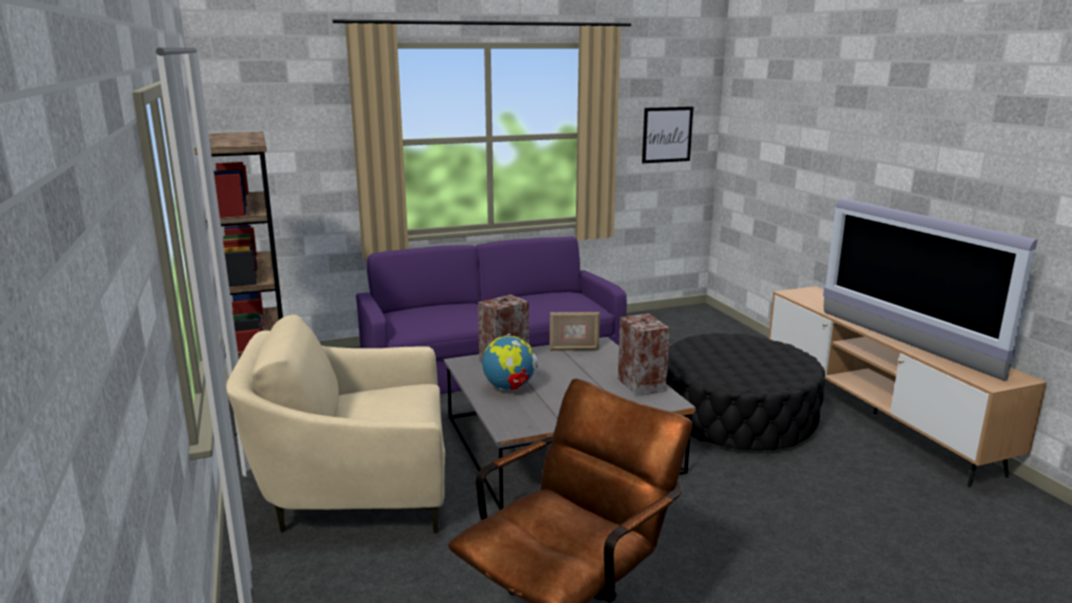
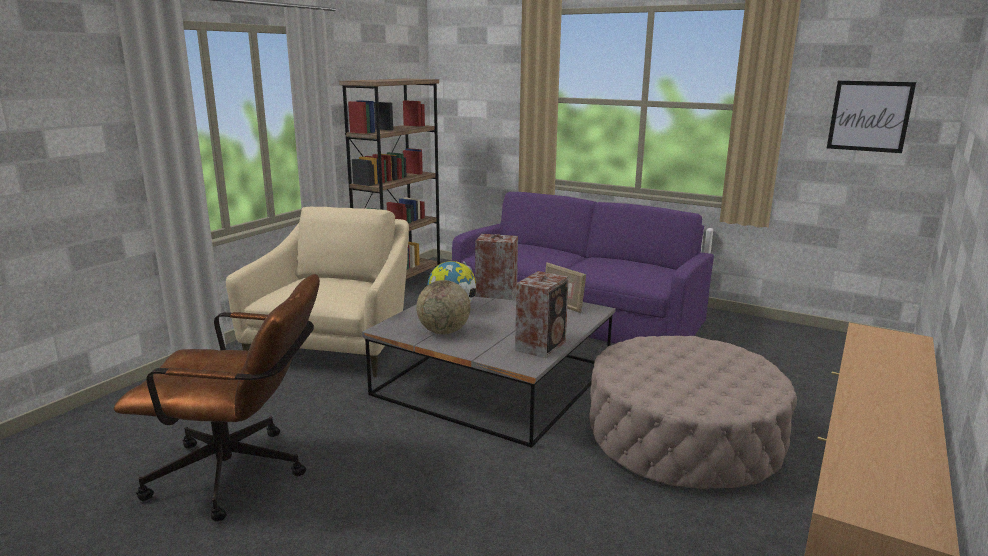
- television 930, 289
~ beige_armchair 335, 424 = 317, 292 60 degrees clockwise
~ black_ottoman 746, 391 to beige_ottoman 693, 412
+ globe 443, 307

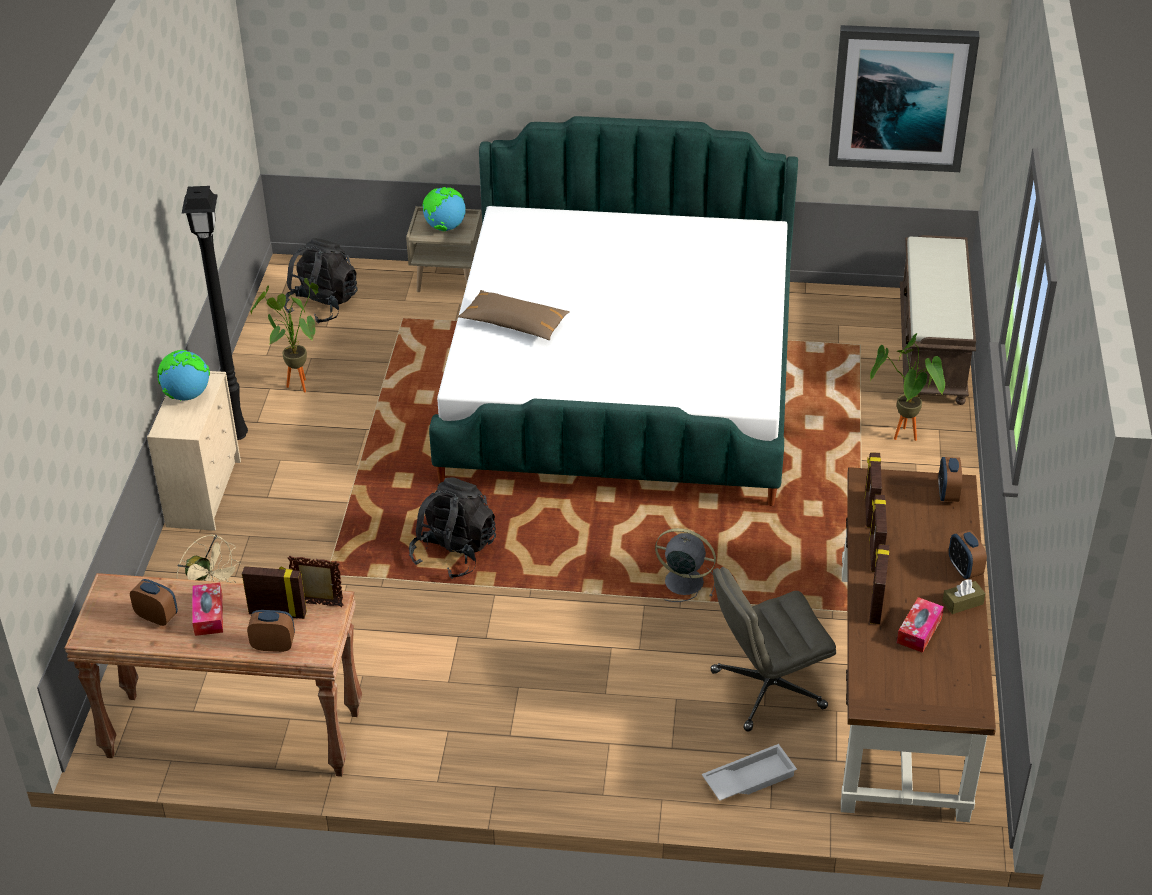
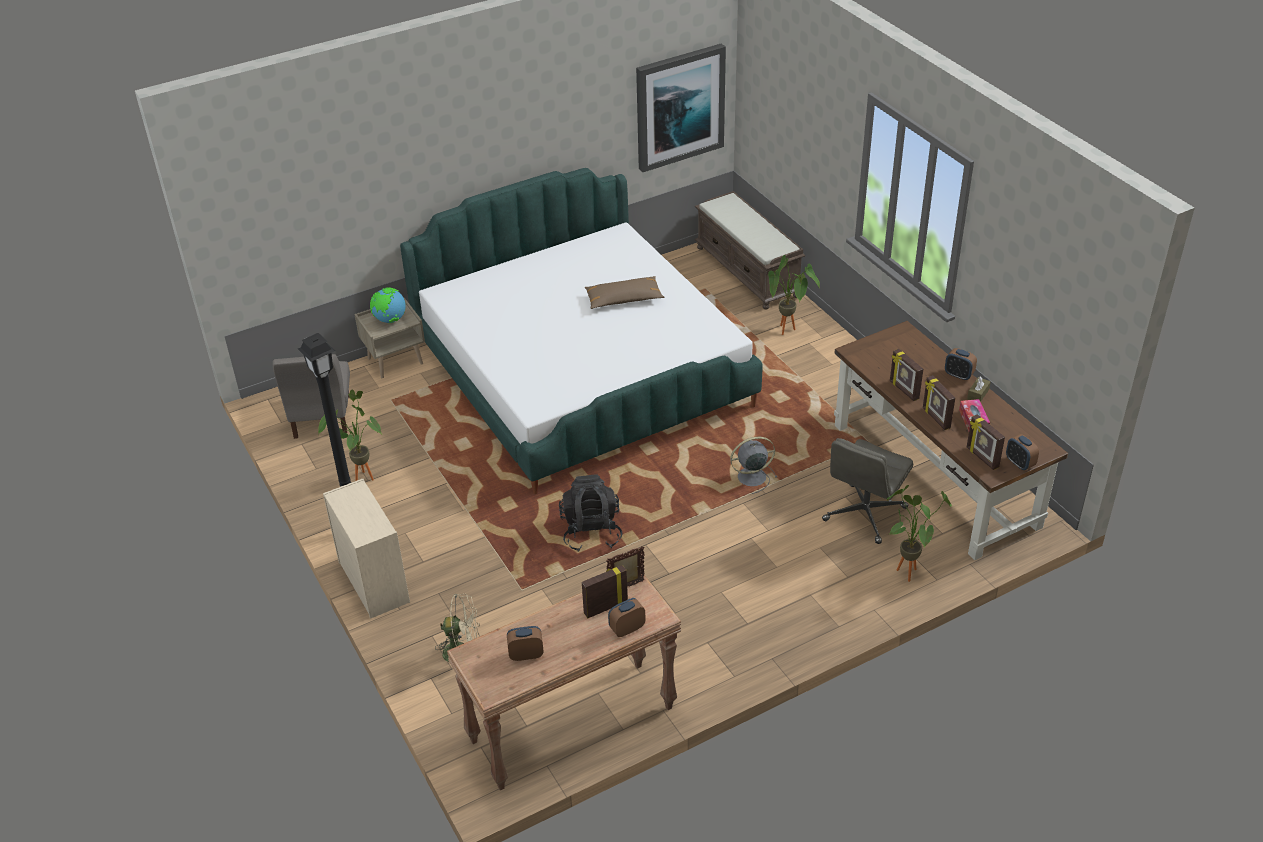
~ black_backpack 321, 281 to grey_chair 311, 396
~ brown_pillow 514, 315 to 624, 292
- globe 183, 375
~ picture_frame 873, 490 to 986, 442
~ alarm_clock 950, 479 to 1022, 452
- tissue_box 207, 609
~ white_tray 749, 772 to potted_plant 919, 533

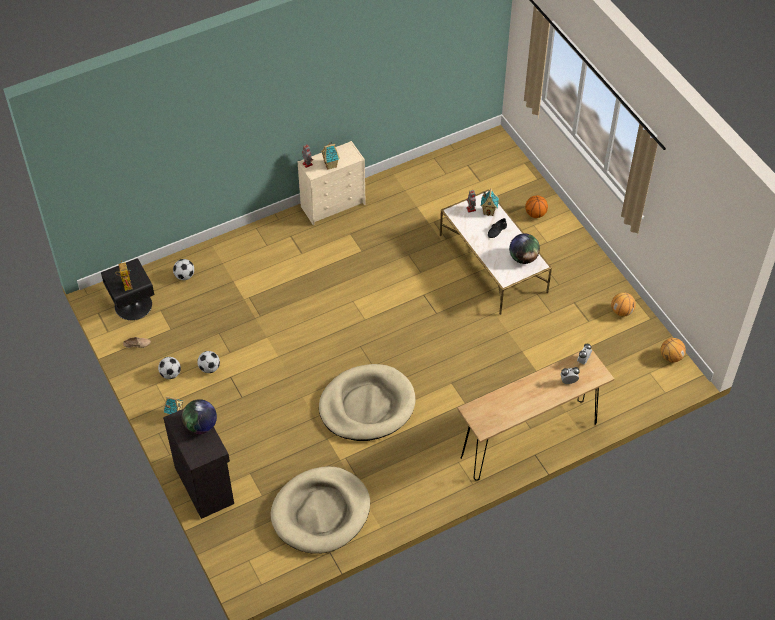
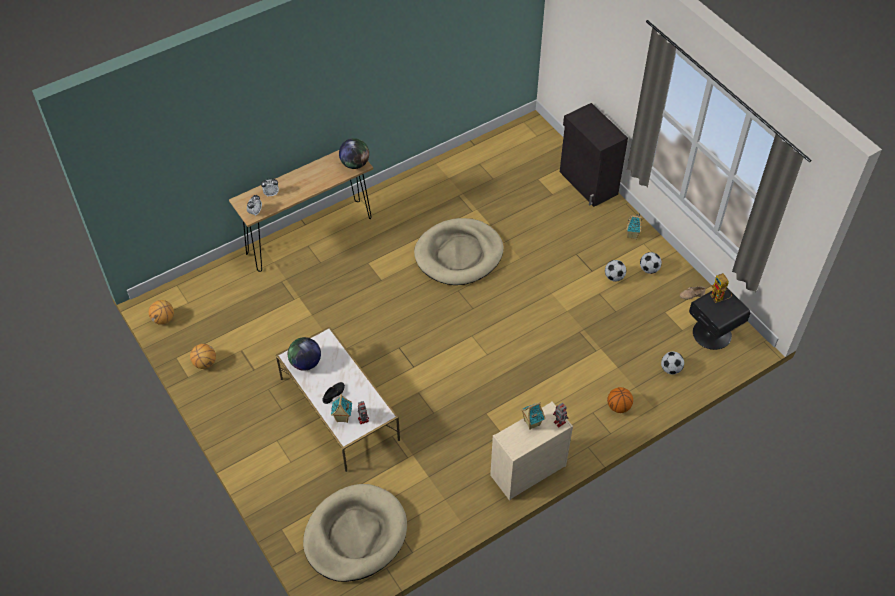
~ basketball 536, 206 to 620, 400
~ globe 199, 416 to 354, 153
~ beige_dog_bed 320, 510 to 355, 533

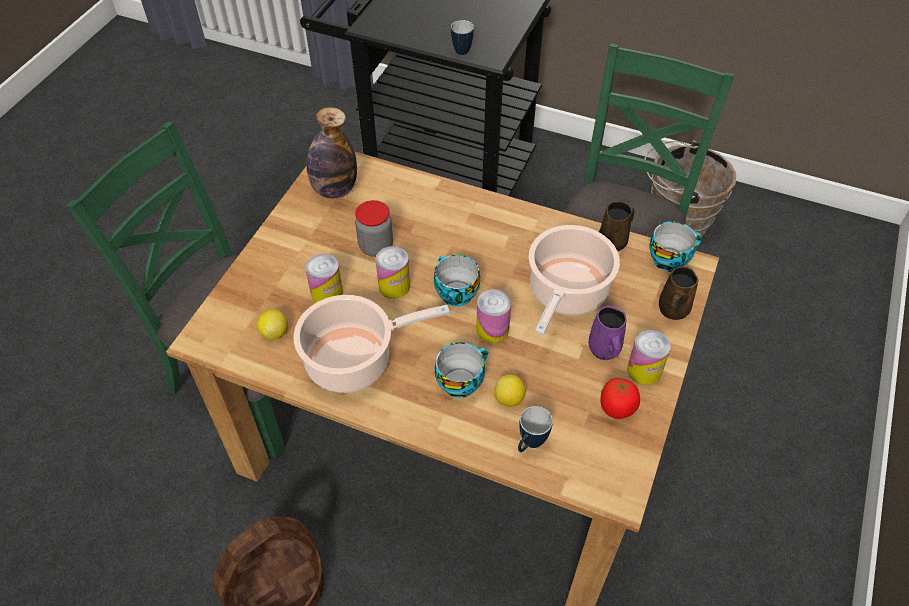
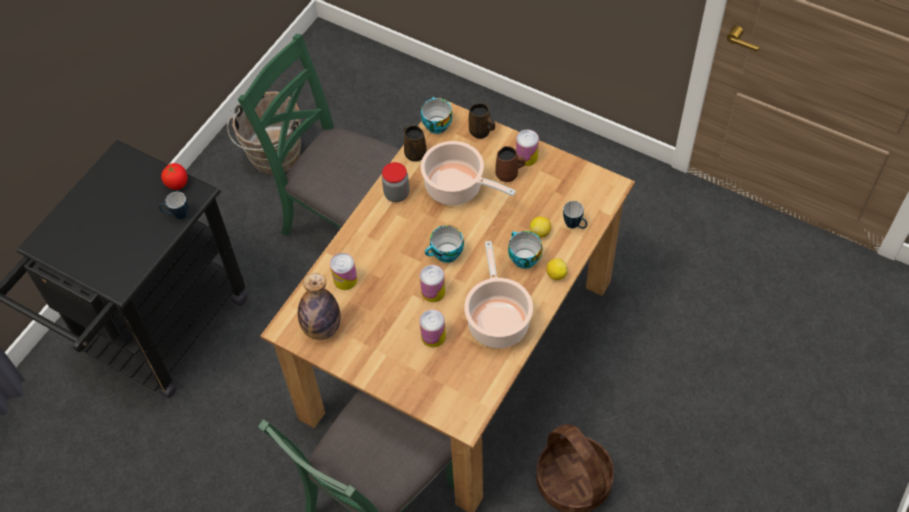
~ jar 374, 228 to 395, 182
~ can 493, 316 to 343, 271
~ purple_mug 607, 333 to brown_mug 510, 164
~ lemon 272, 324 to 557, 269
~ tomato 620, 398 to 174, 176

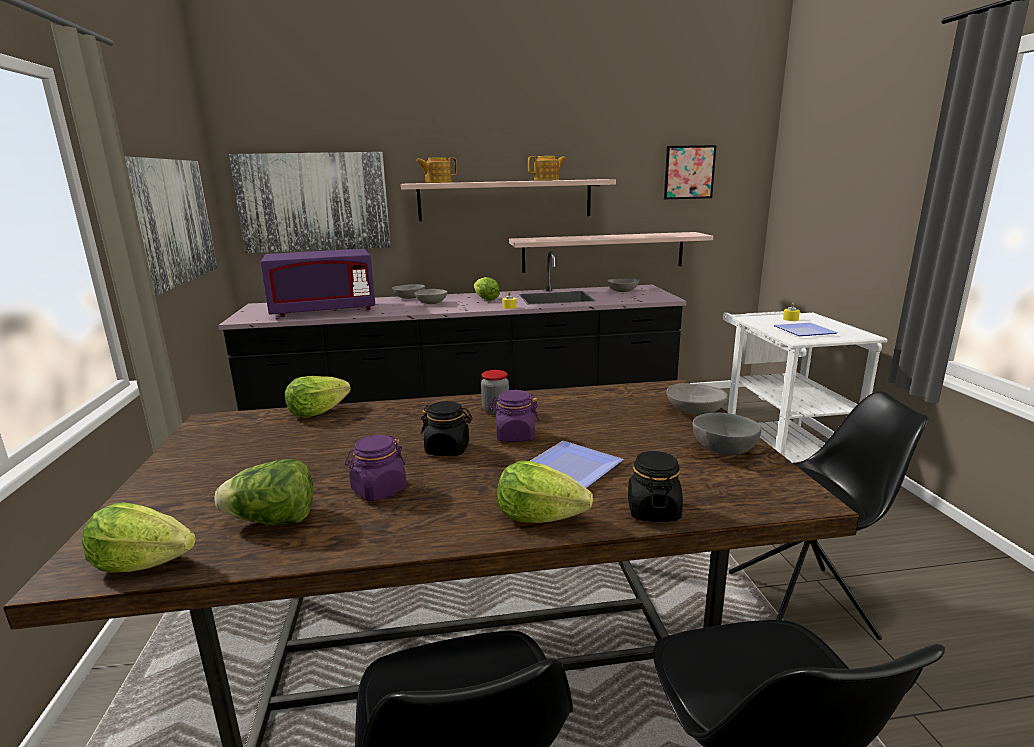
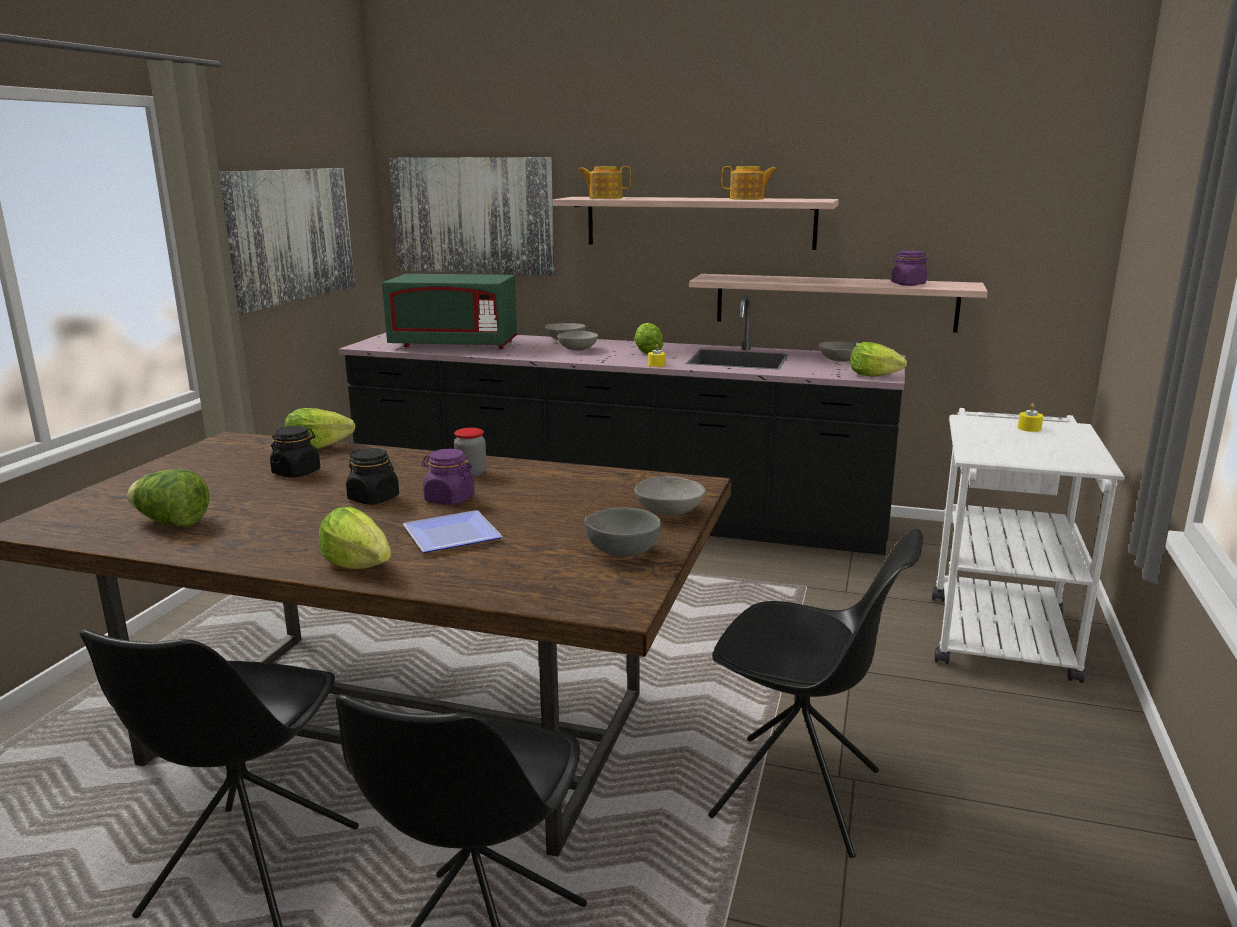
- picture 690, 172
~ purple_microwave 317, 283 to green_microwave 450, 311
- plate 806, 329
~ purple_jar 375, 468 to 909, 268
~ black_jar 655, 486 to 295, 452
~ lettuce 139, 537 to 878, 359

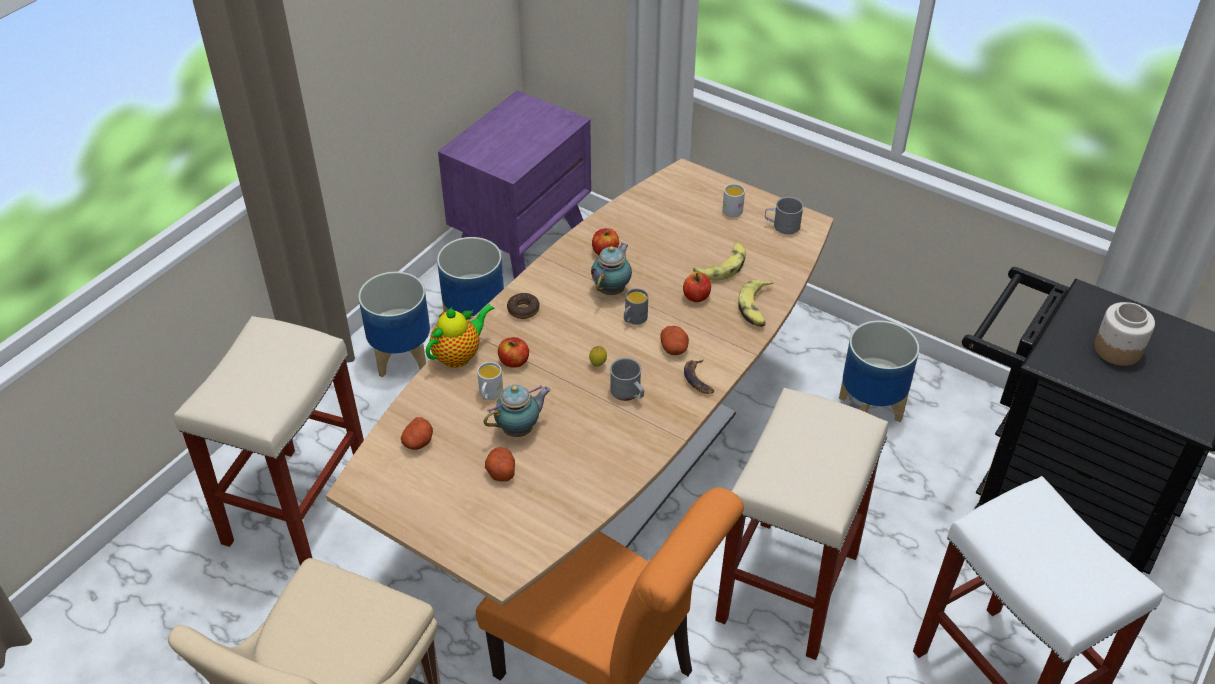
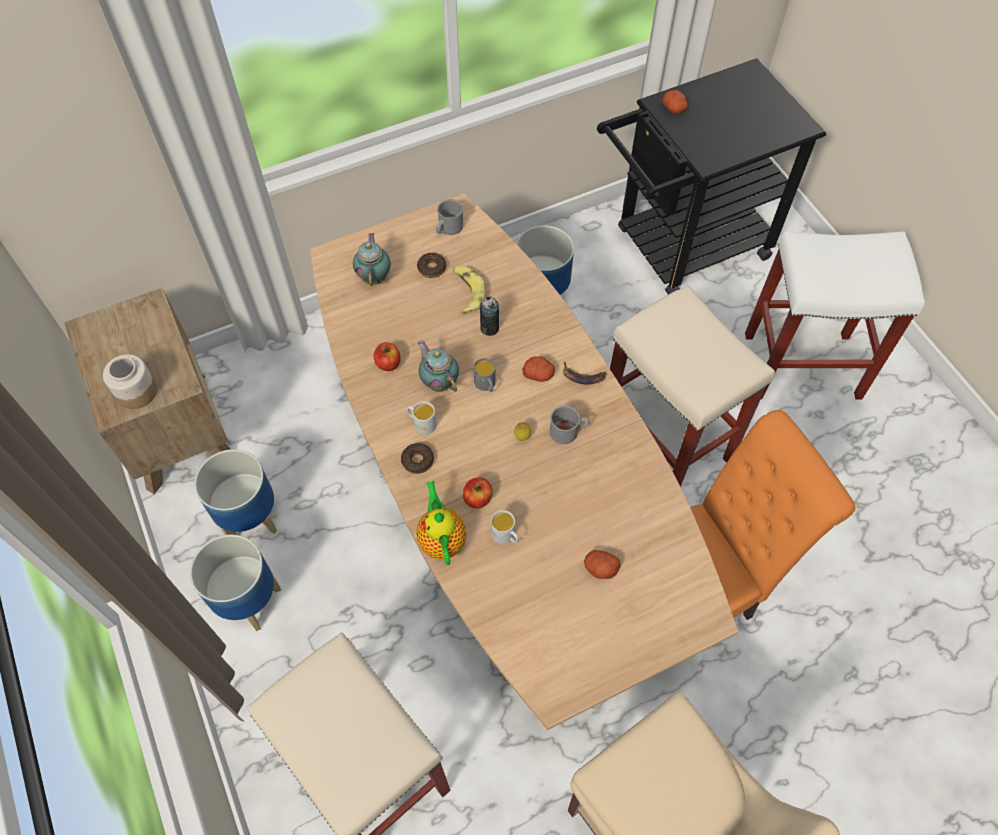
~ purple_nightstand 514, 184 to brown_nightstand 147, 391
~ white_mug 733, 200 to 422, 418
~ apple 697, 287 to can 489, 316
- banana 756, 303
~ jar 1124, 334 to 130, 381
~ teapot 517, 411 to 372, 259
~ potato 417, 433 to 675, 102
+ donut 431, 265

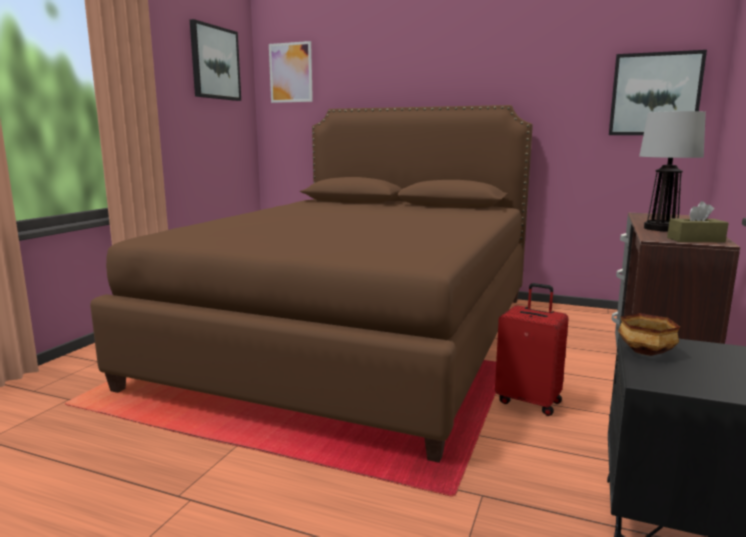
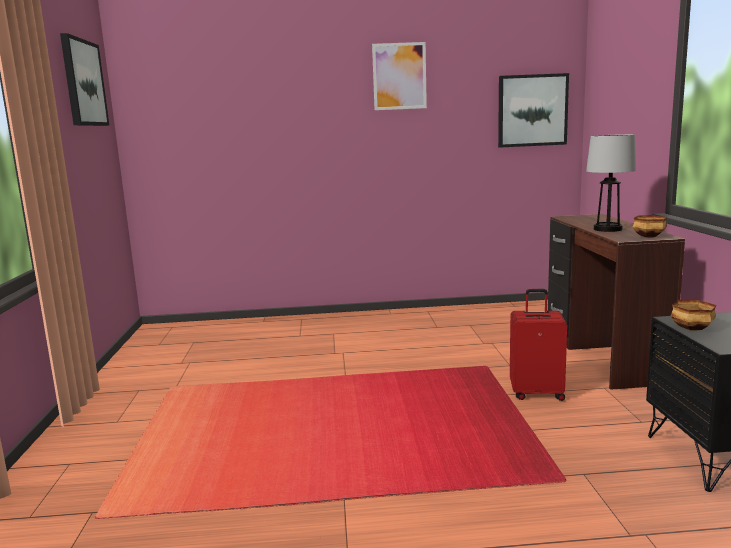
~ picture 291, 72 to 399, 76
- brown_bed 311, 284
~ brown_tissue_box 697, 221 to bowl 650, 226

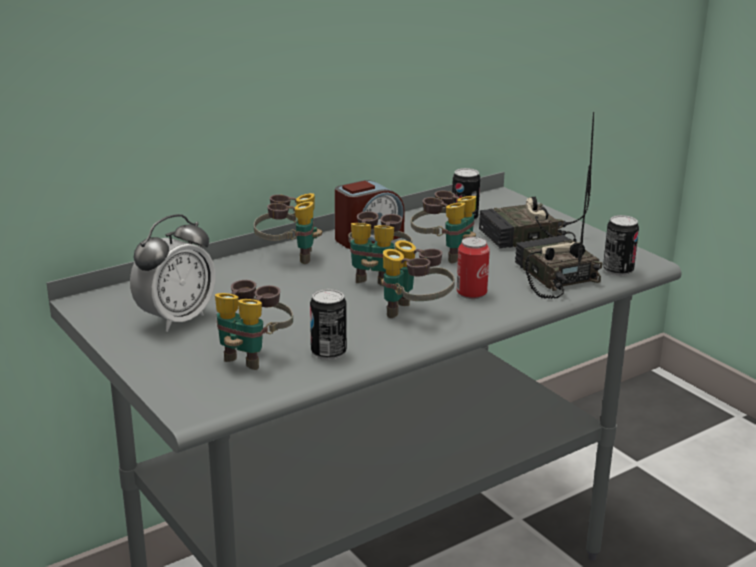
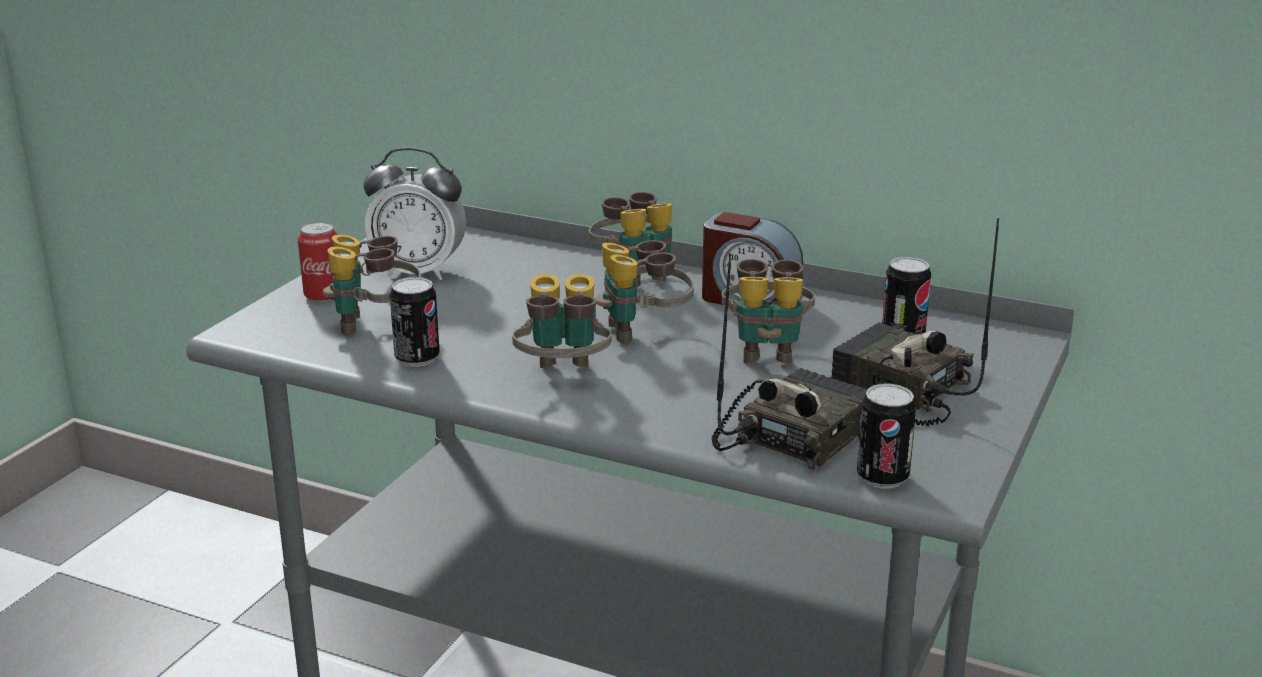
~ can 473, 268 to 318, 262

